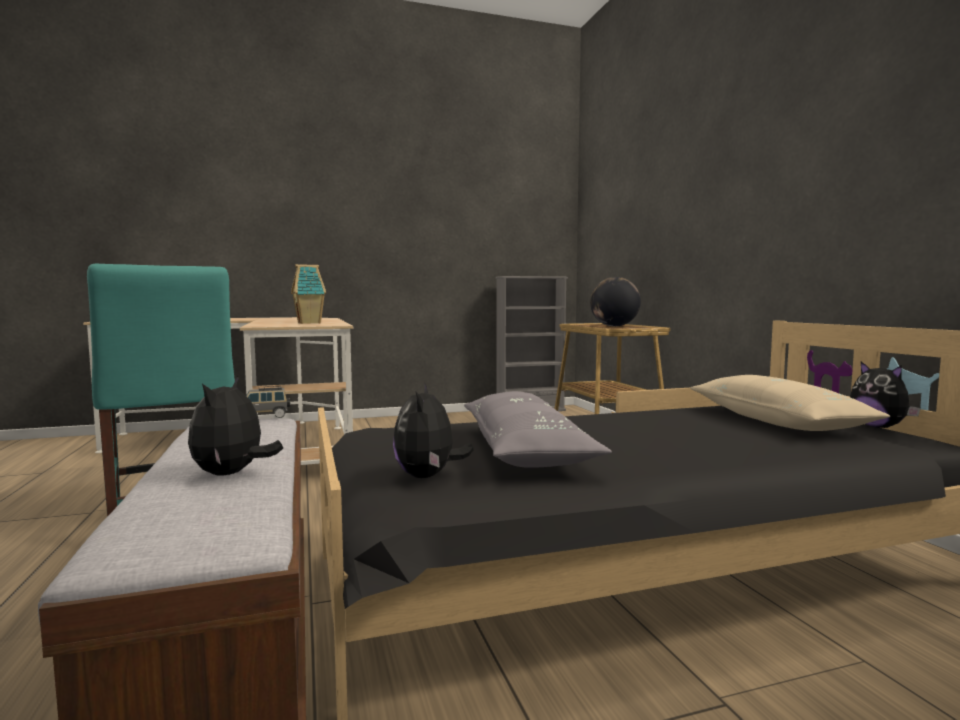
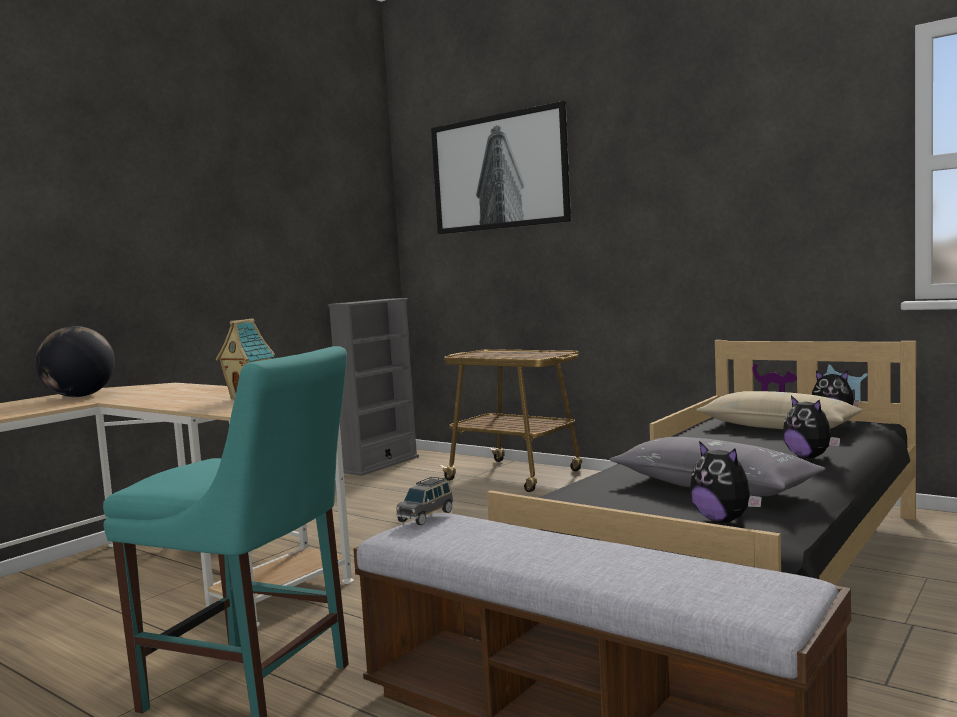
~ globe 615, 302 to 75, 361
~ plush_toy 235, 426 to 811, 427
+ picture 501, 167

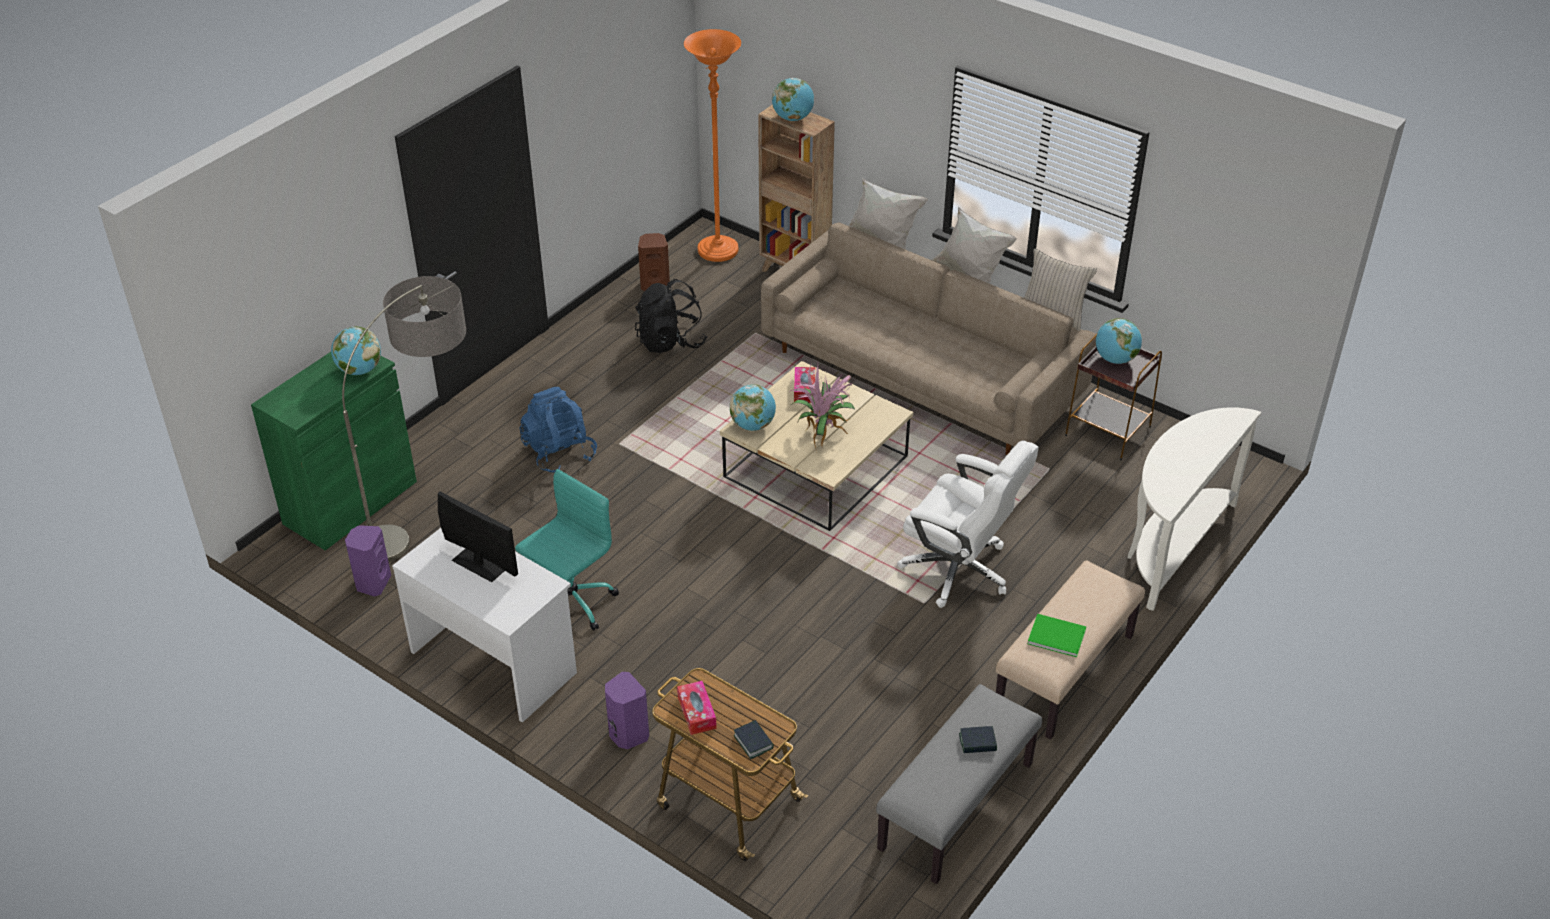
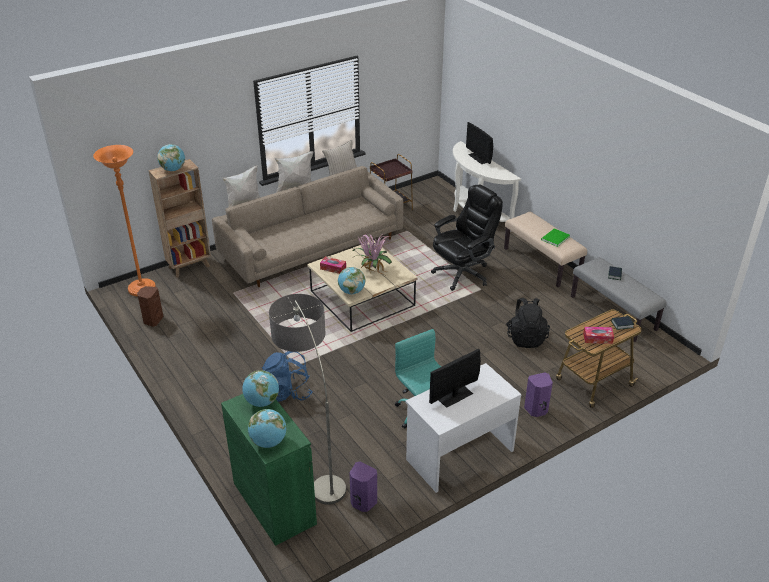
~ black_backpack 671, 316 to 528, 323
~ globe 1119, 341 to 267, 428
~ white_office_chair 968, 524 to black_office_chair 467, 238
+ monitor 479, 143

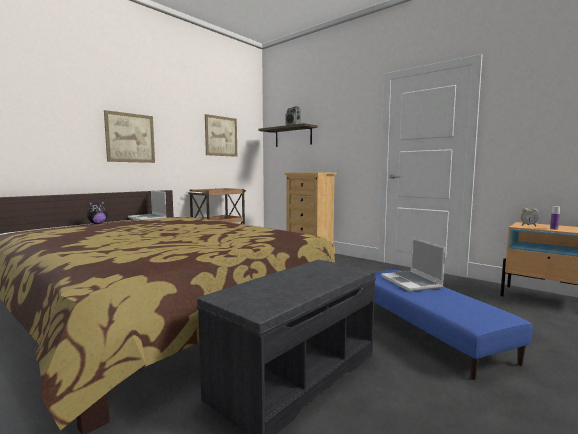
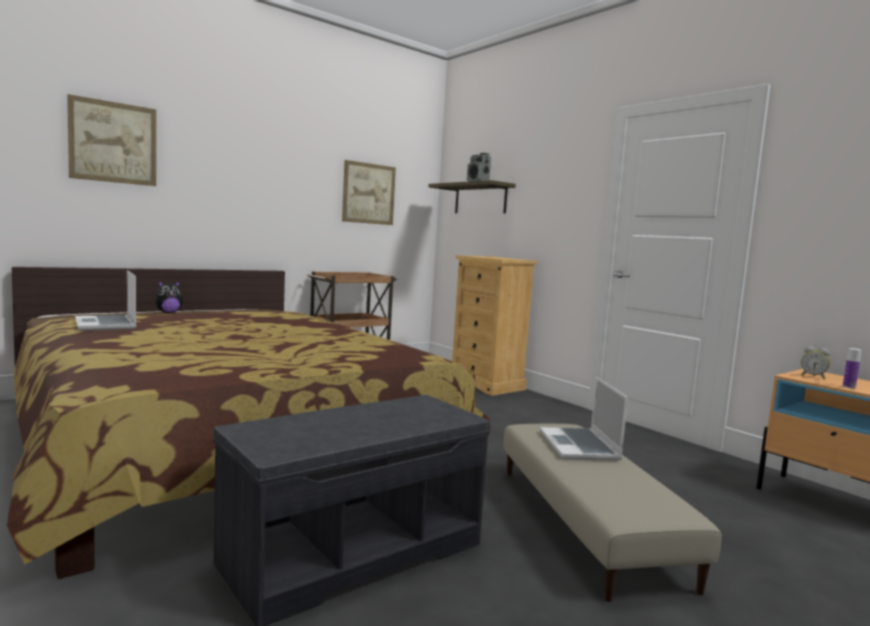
~ picture 129, 136 to 111, 140
~ laptop 147, 205 to 105, 300
~ blue_ottoman 453, 325 to beige_ottoman 613, 513

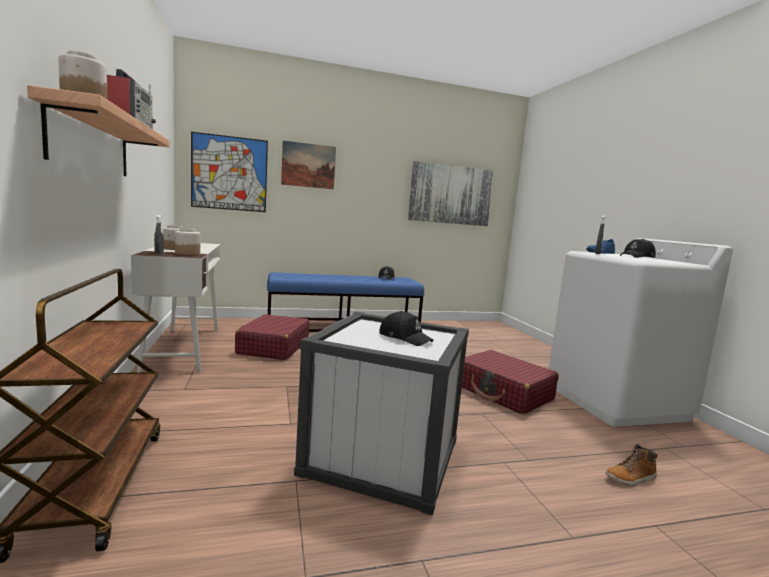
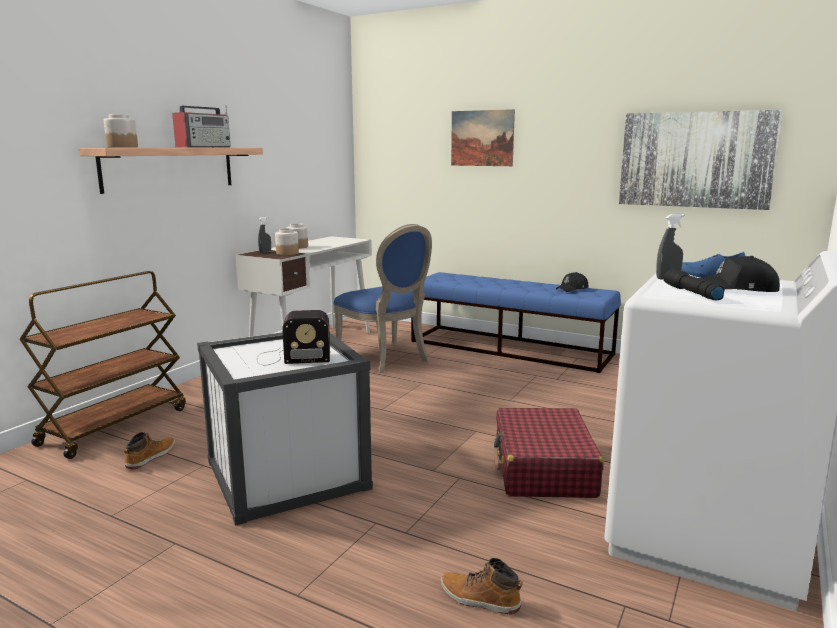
- picture 229, 172
~ black_cap 407, 328 to radio 293, 337
~ red_suitcase 272, 337 to blue_chair 382, 298
+ black_flashlight 693, 284
+ boot 149, 450

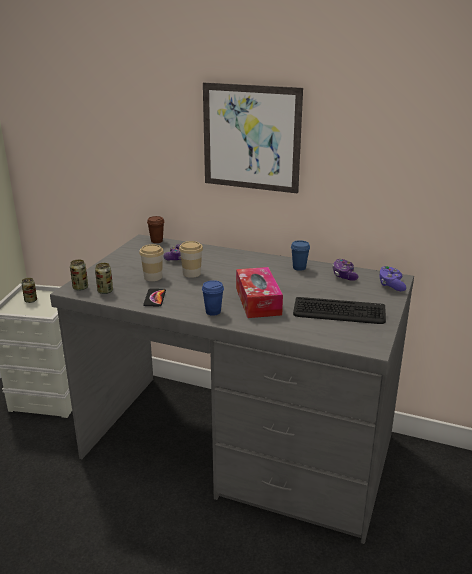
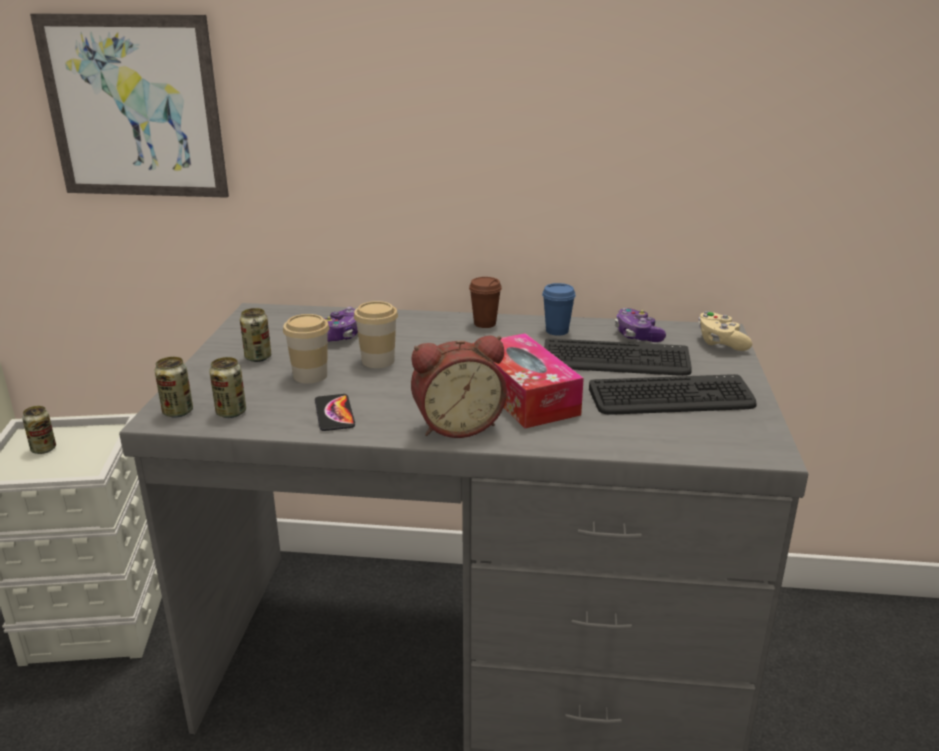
~ picture 253, 138 to 129, 105
~ brown_cup 155, 229 to 485, 302
~ purple_game_controller 393, 278 to beige_game_controller 725, 331
~ blue_cup 213, 298 to alarm_clock 459, 386
+ can 255, 335
+ keyboard 618, 357

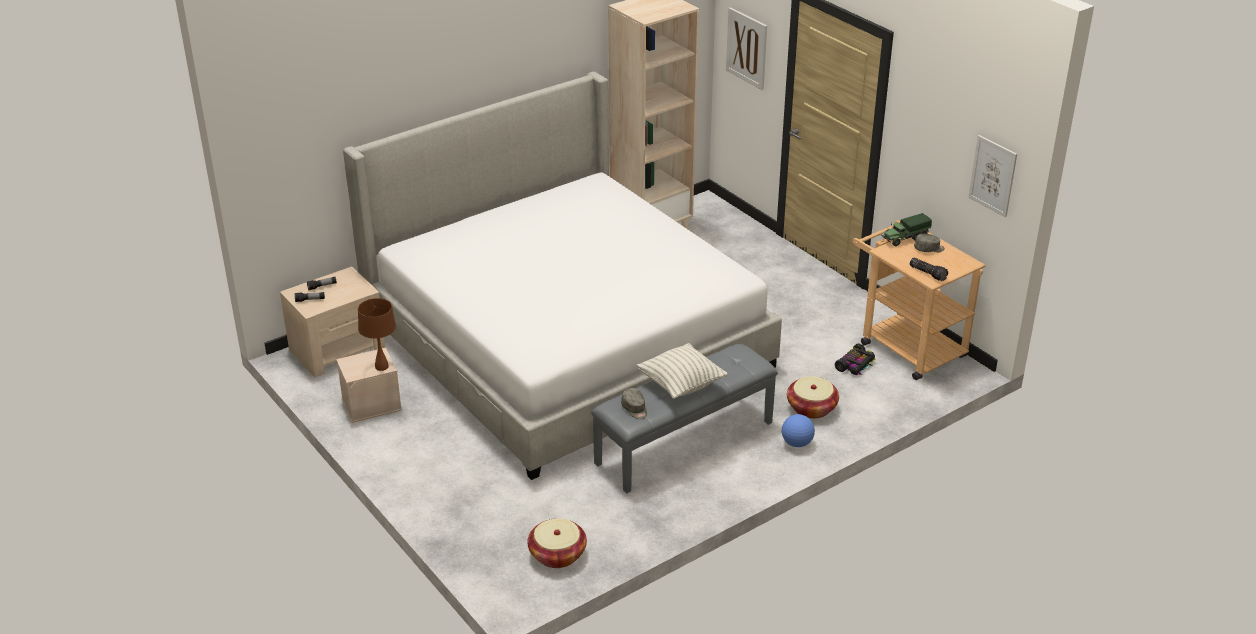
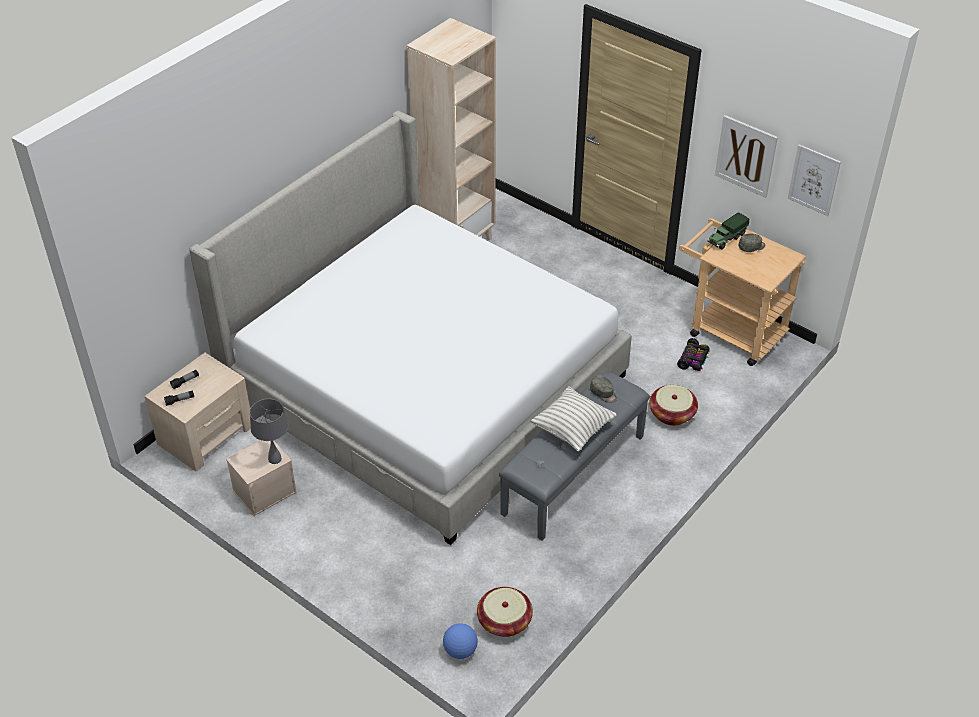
~ picture 746, 48 to 746, 156
- flashlight 929, 269
~ brown_table_lamp 377, 334 to grey_table_lamp 269, 431
~ grey_cap 634, 403 to 603, 389
~ football 798, 430 to 460, 641

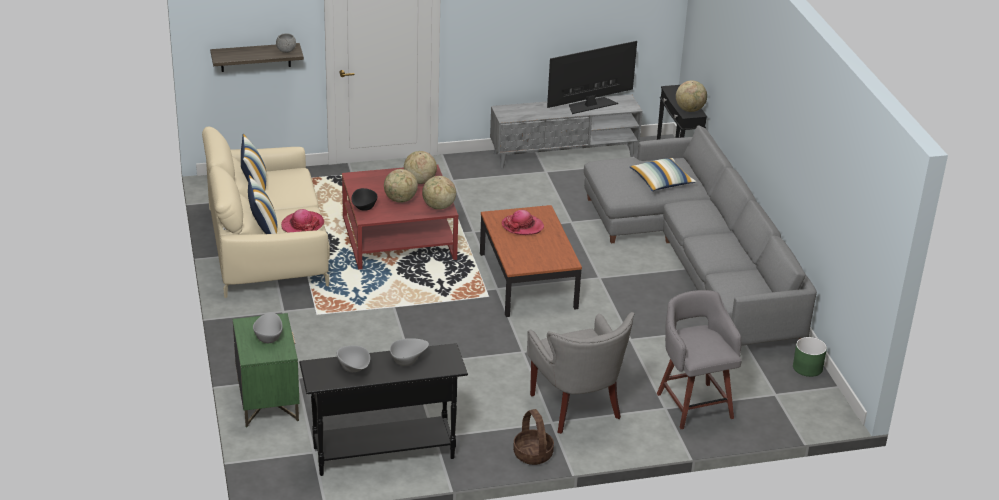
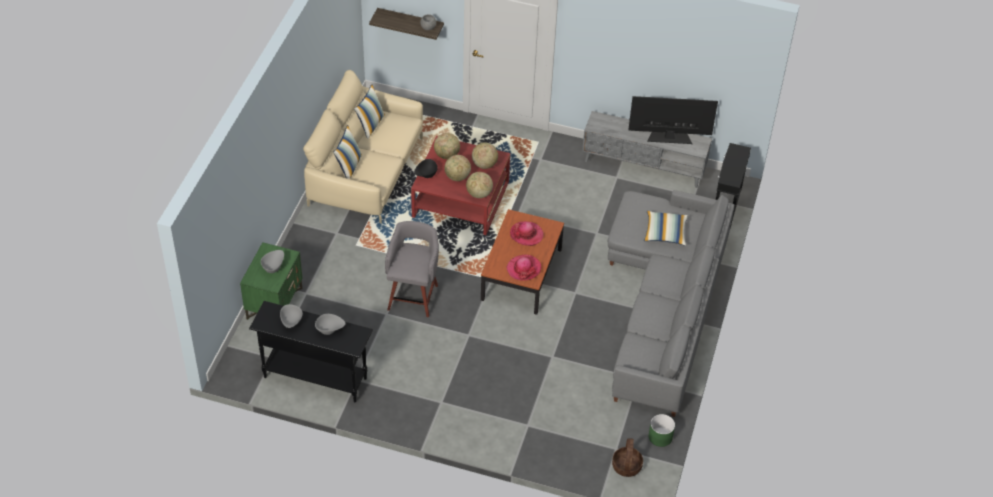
~ globe 691, 96 to 447, 146
~ hat 302, 221 to 523, 267
~ grey_stool 699, 359 to 412, 269
- grey_armchair 581, 373
~ basket 533, 437 to 627, 457

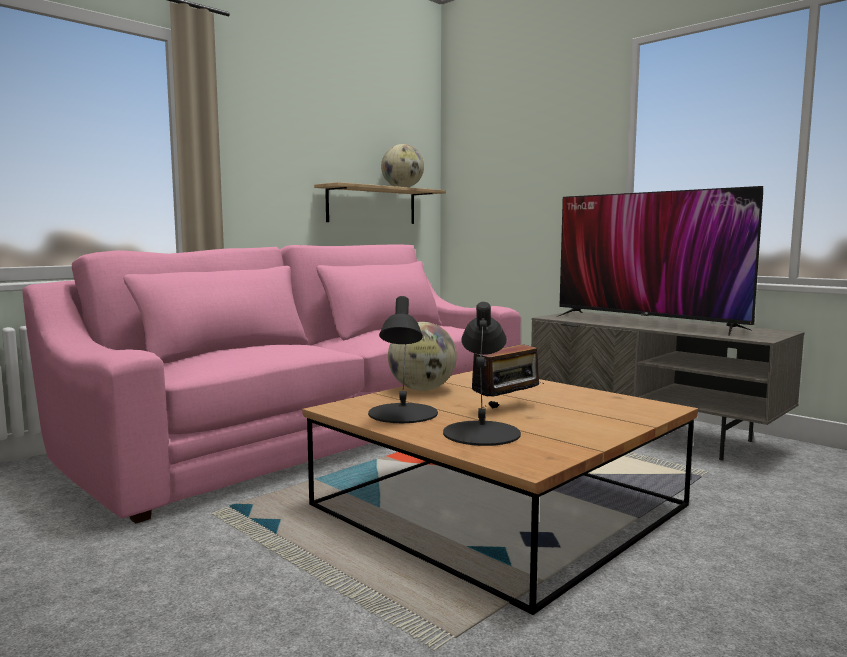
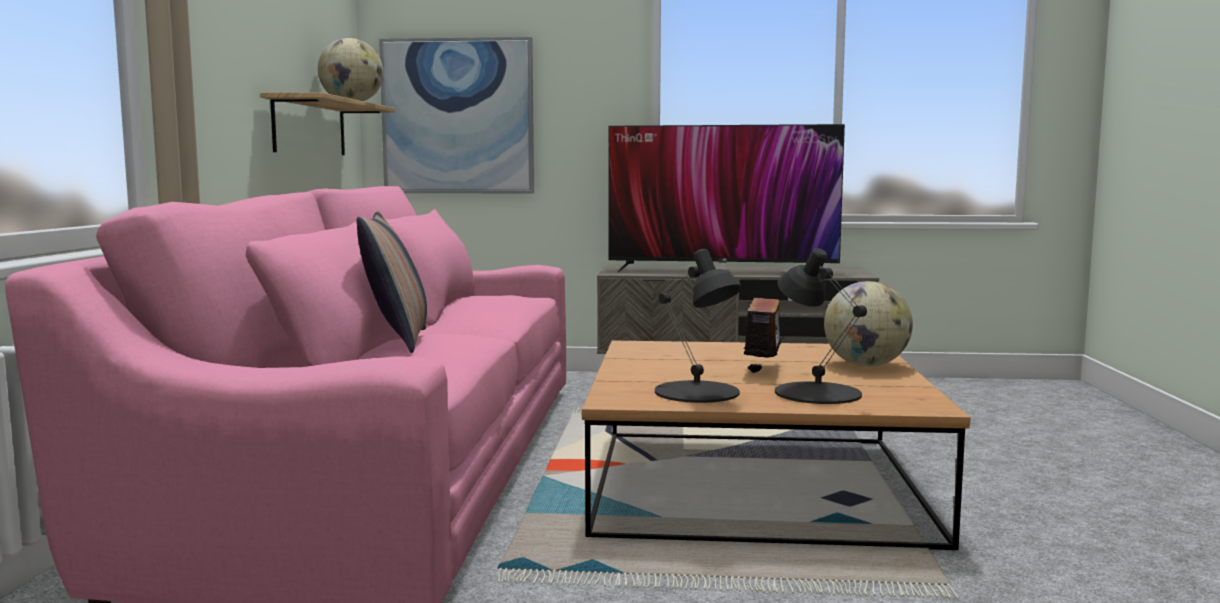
~ globe 422, 356 to 868, 324
+ picture 456, 115
+ pillow 392, 281

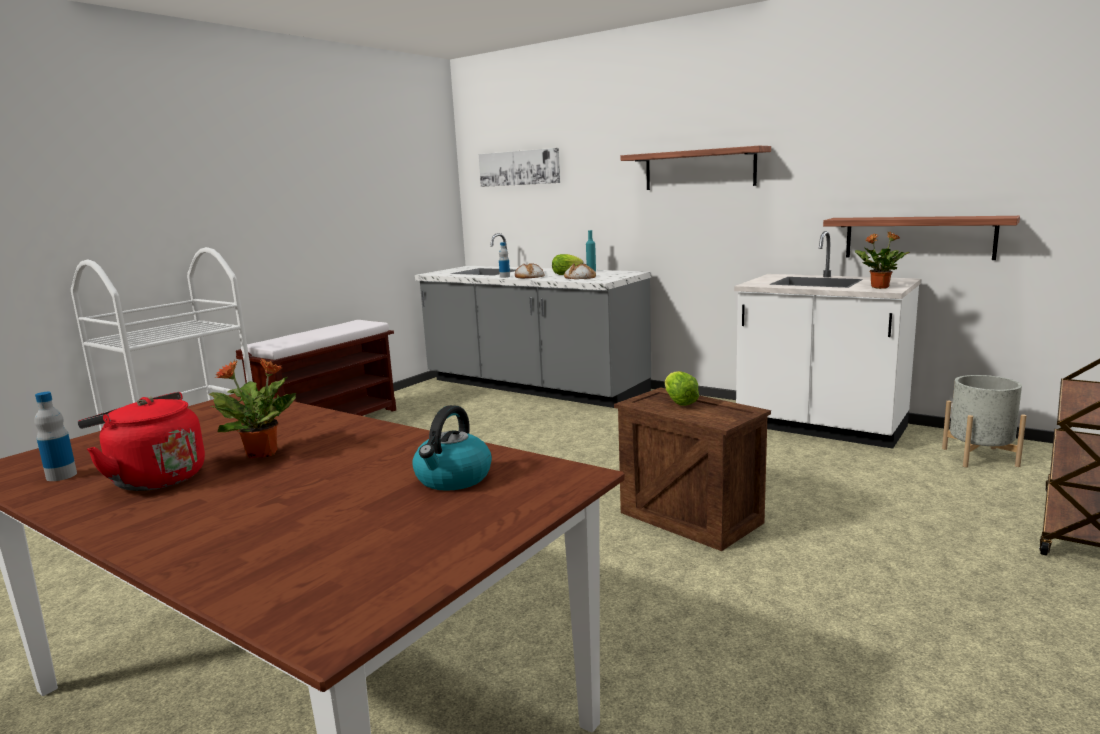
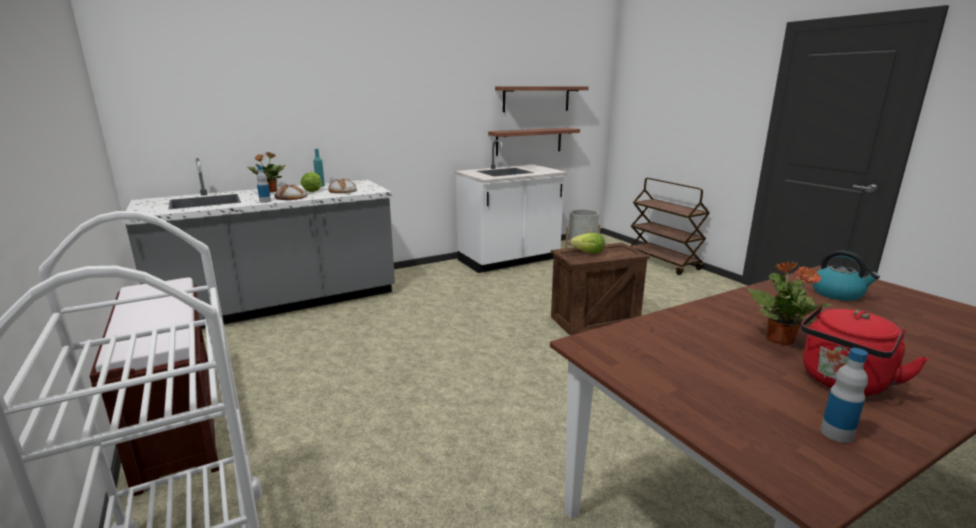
~ shelf 696, 168 to 542, 99
- picture 519, 167
~ potted_plant 882, 260 to 266, 172

